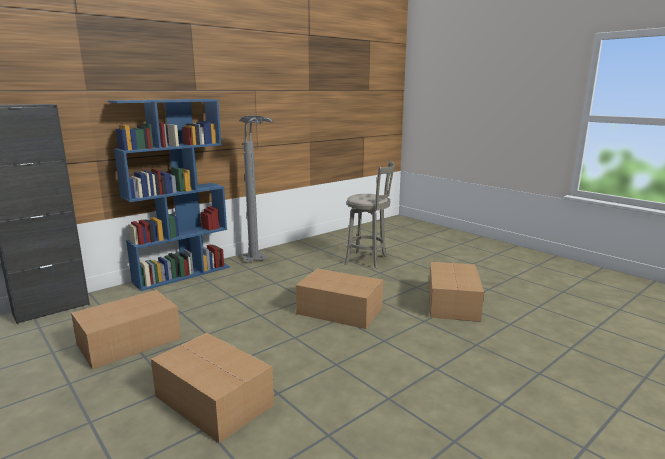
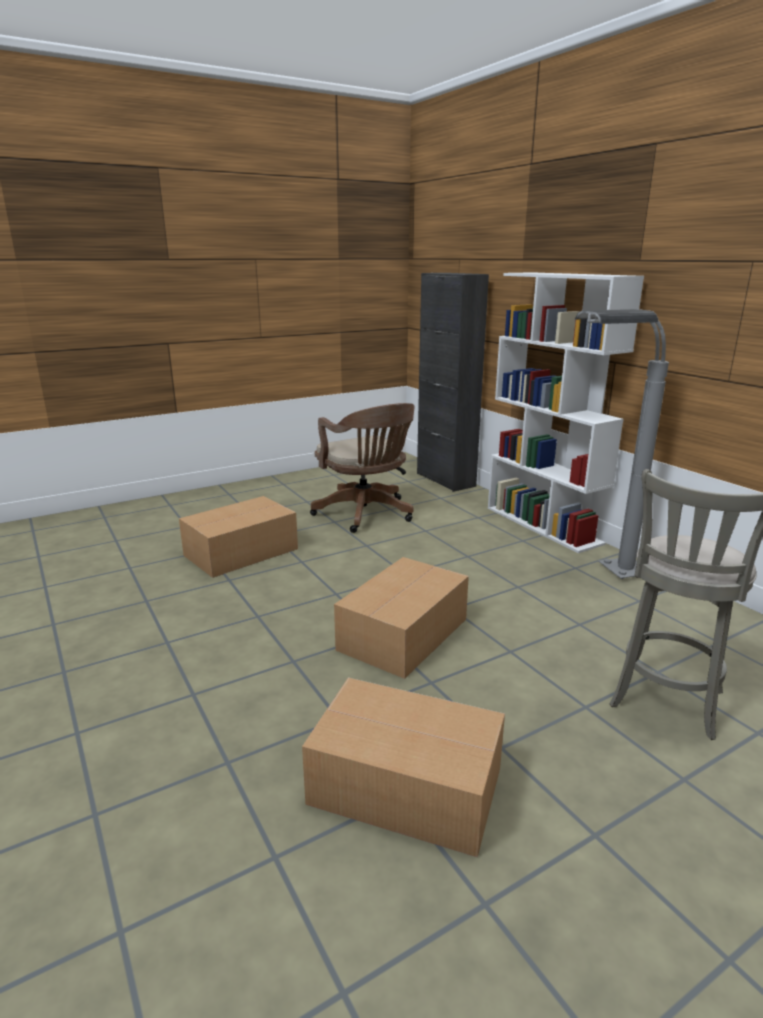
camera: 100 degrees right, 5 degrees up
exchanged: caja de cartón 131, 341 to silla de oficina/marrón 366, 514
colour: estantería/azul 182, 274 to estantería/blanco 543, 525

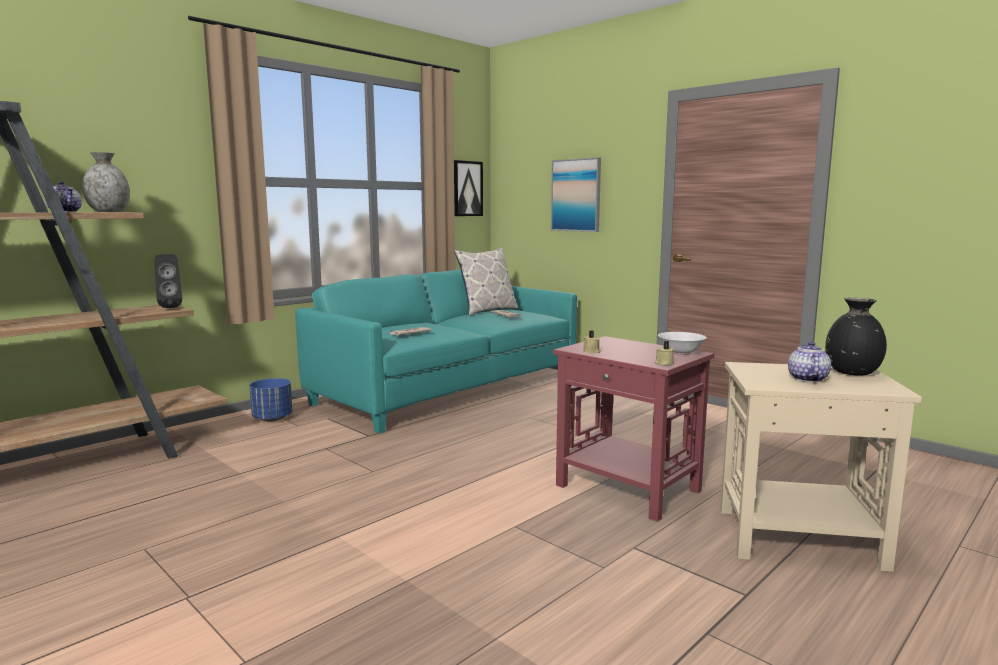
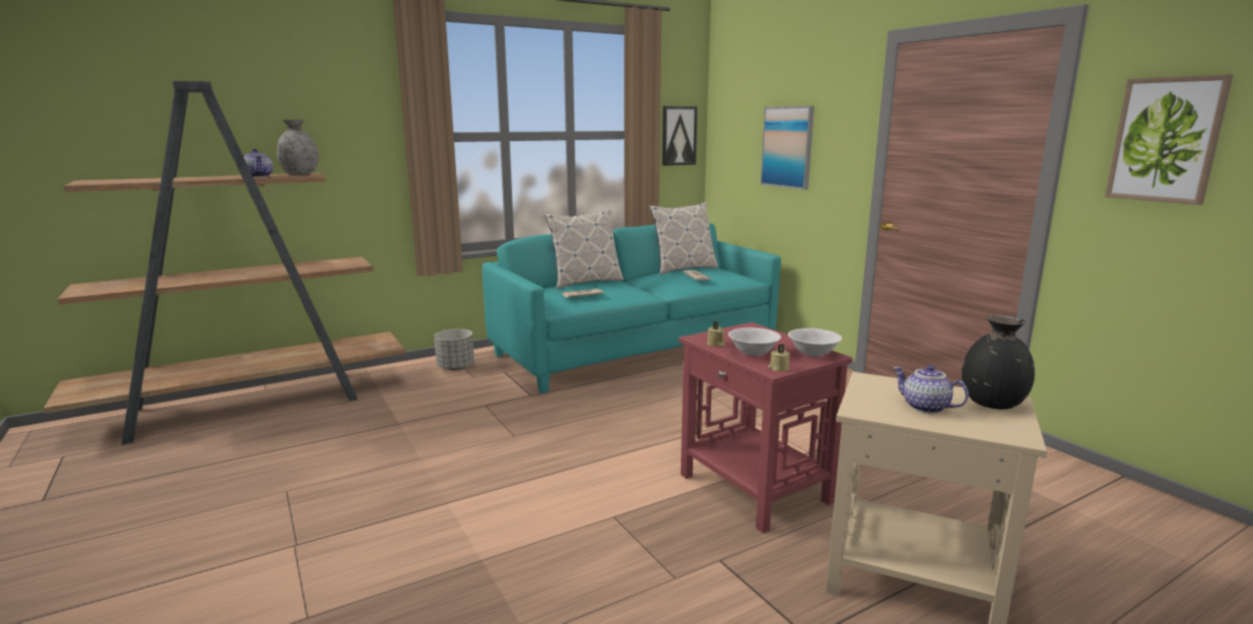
camera: 15 degrees right, 5 degrees up
missing: altavoz/negro 170, 307
appeared: cojín 585, 282; cuenco/blanco 753, 353; cuadro 1166, 140
colour: maceta/azul 273, 418 to maceta/gris 456, 367
spun: tetera 806, 379 = 924, 407 75 degrees counterclockwise

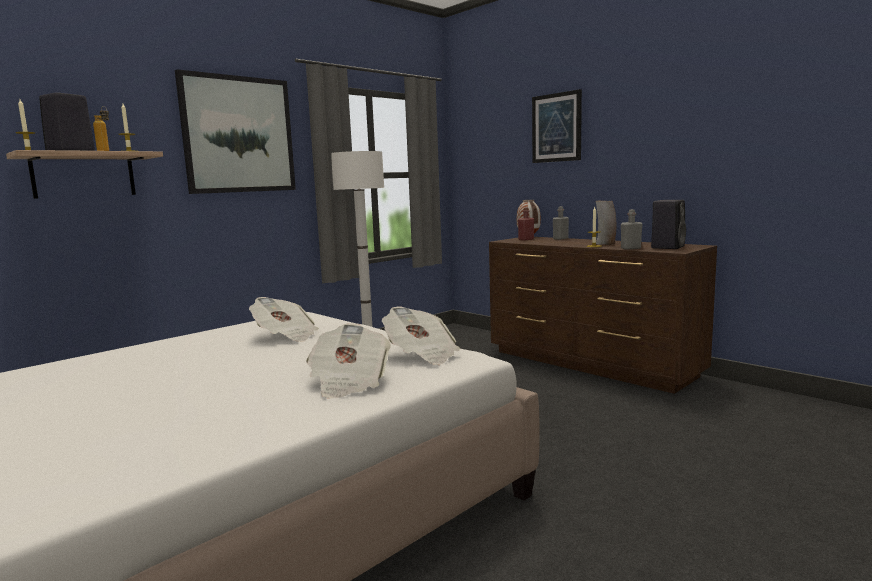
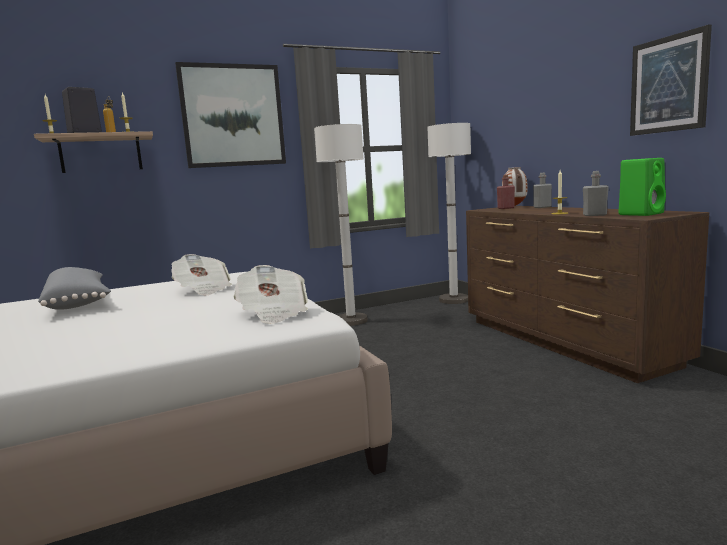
camera: 20 degrees right, 0 degrees up
missing: periódico 348, 382; florero 605, 244
appeared: cojín/gris 78, 303; lámpara de pie/blanco 454, 300
relocated: cuadro 556, 127 to 668, 84
colour: altavoz/negro 667, 247 to altavoz/verde 641, 214

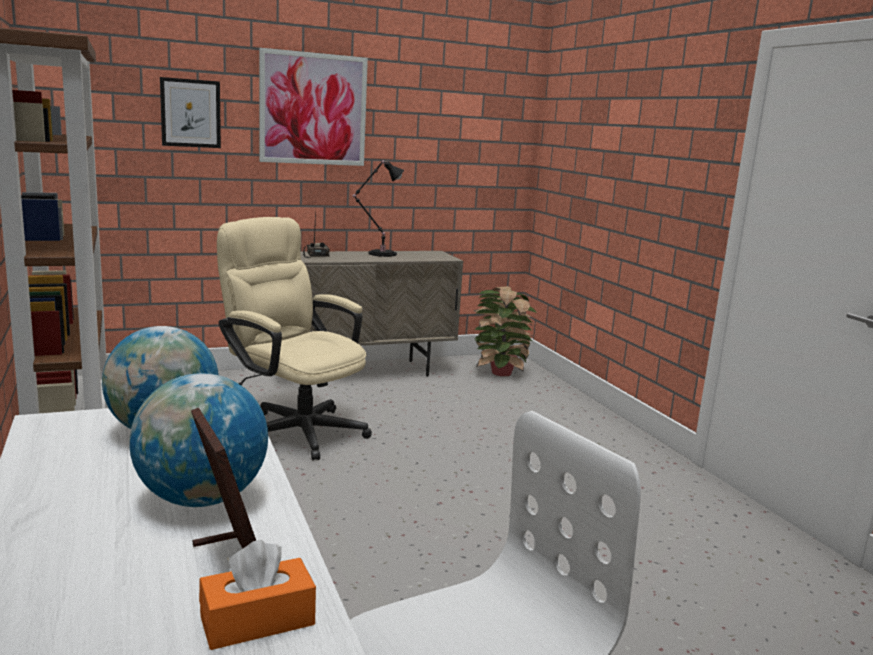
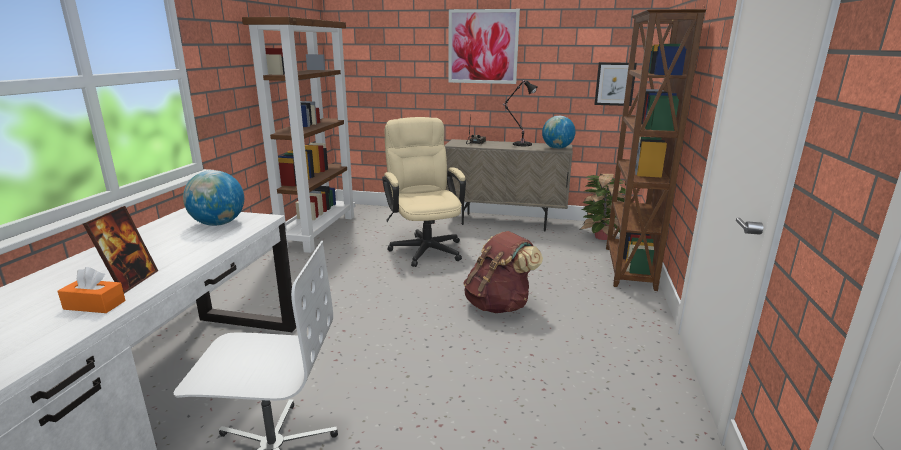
camera: 35 degrees right, 5 degrees up
appeared: mochila/marrón 499, 305; estantería/marrón 628, 268
relocated: globo terráqueo 201, 498 to 557, 148; cuadro 190, 113 to 615, 84

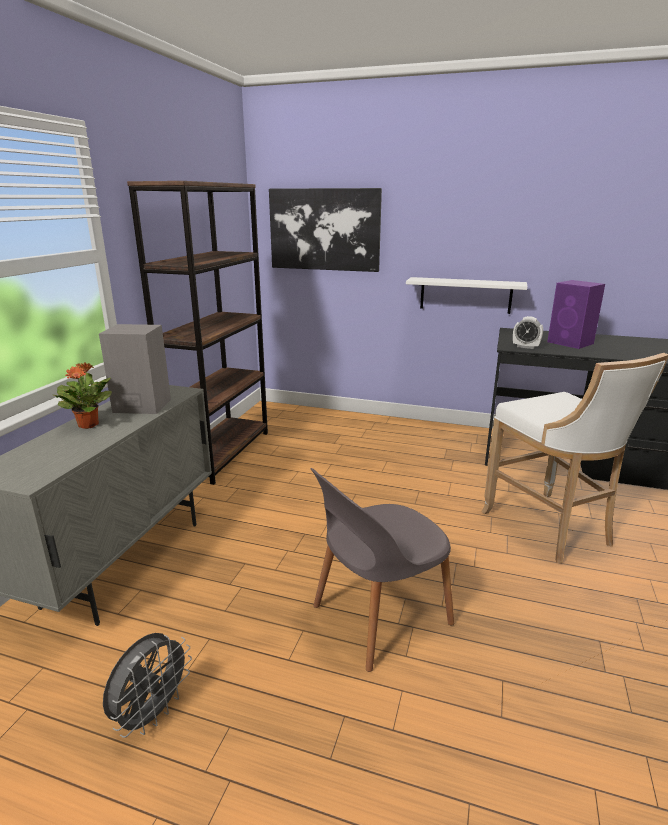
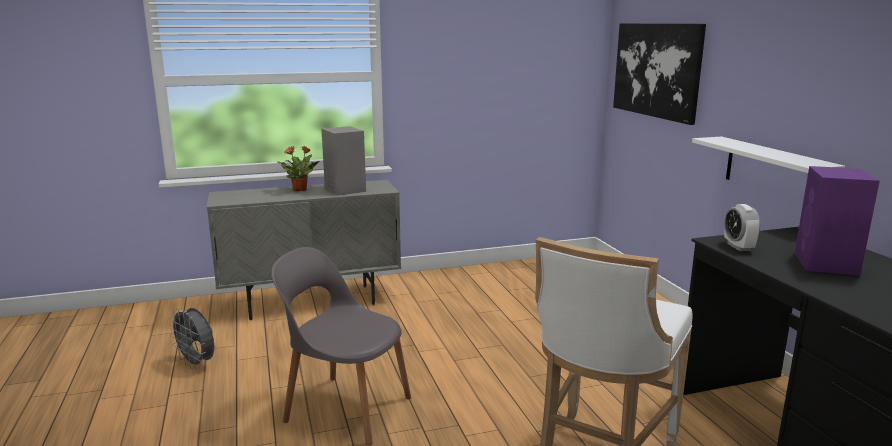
camera: 55 degrees right, 5 degrees down
missing: estantería/marrón 222, 453
spun: ventilador/gris 152, 713 = 197, 364 45 degrees clockwise

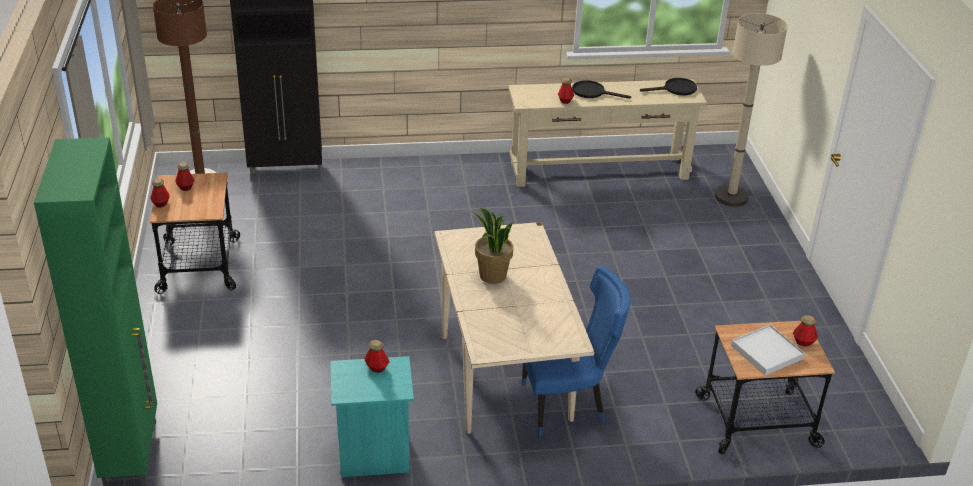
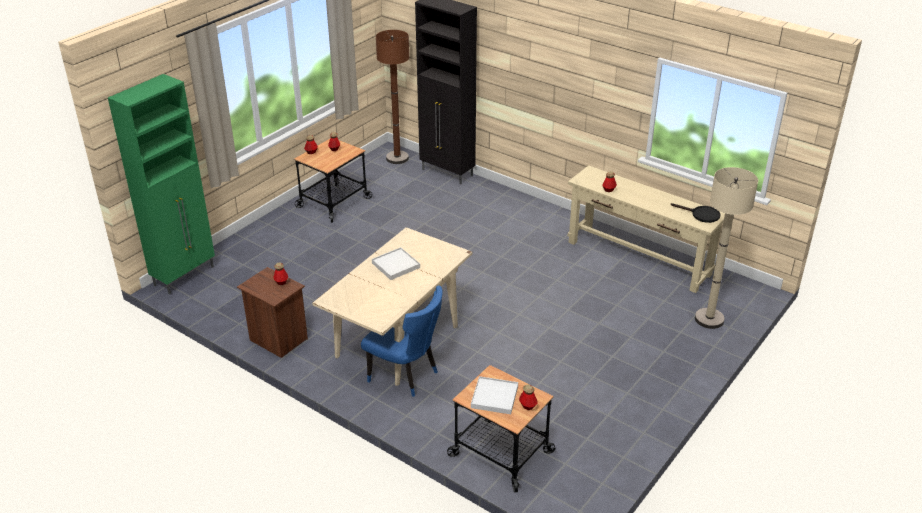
camera: 45 degrees right, 0 degrees up
missing: sartén/negro 593, 92
exchanged: planta en maceta 492, 276 to bandeja/blanco 395, 265
colour: mesita de noche/turquesa 374, 456 to mesita de noche/marrón 277, 340

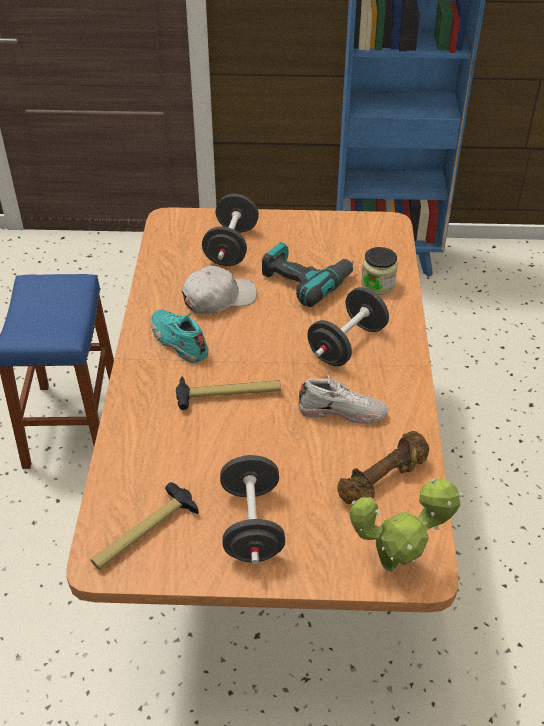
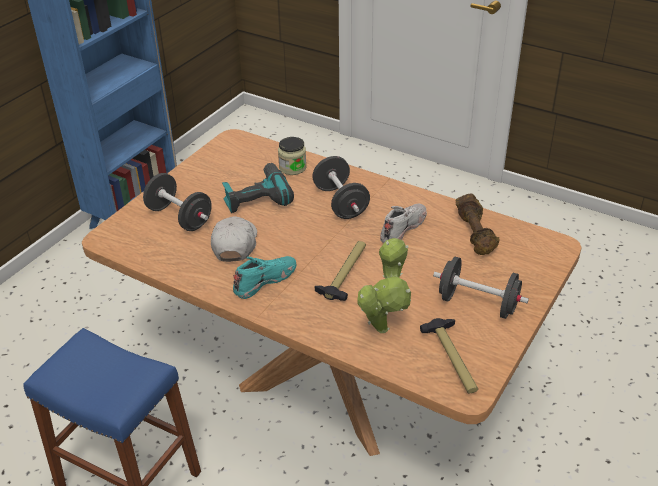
camera: 60 degrees left, 5 degrees down
relocated: planta en maceta 396, 563 to 383, 325
spun: zapato/turquesa 178, 341 = 264, 280 150 degrees clockwise

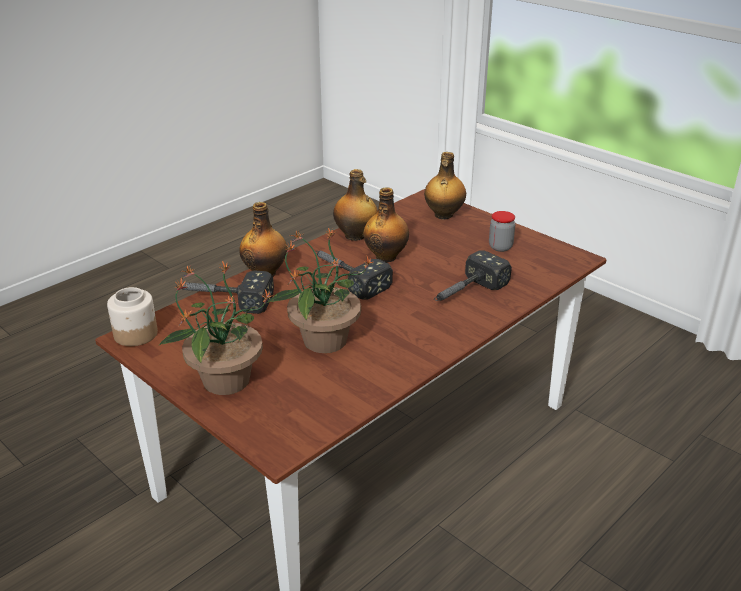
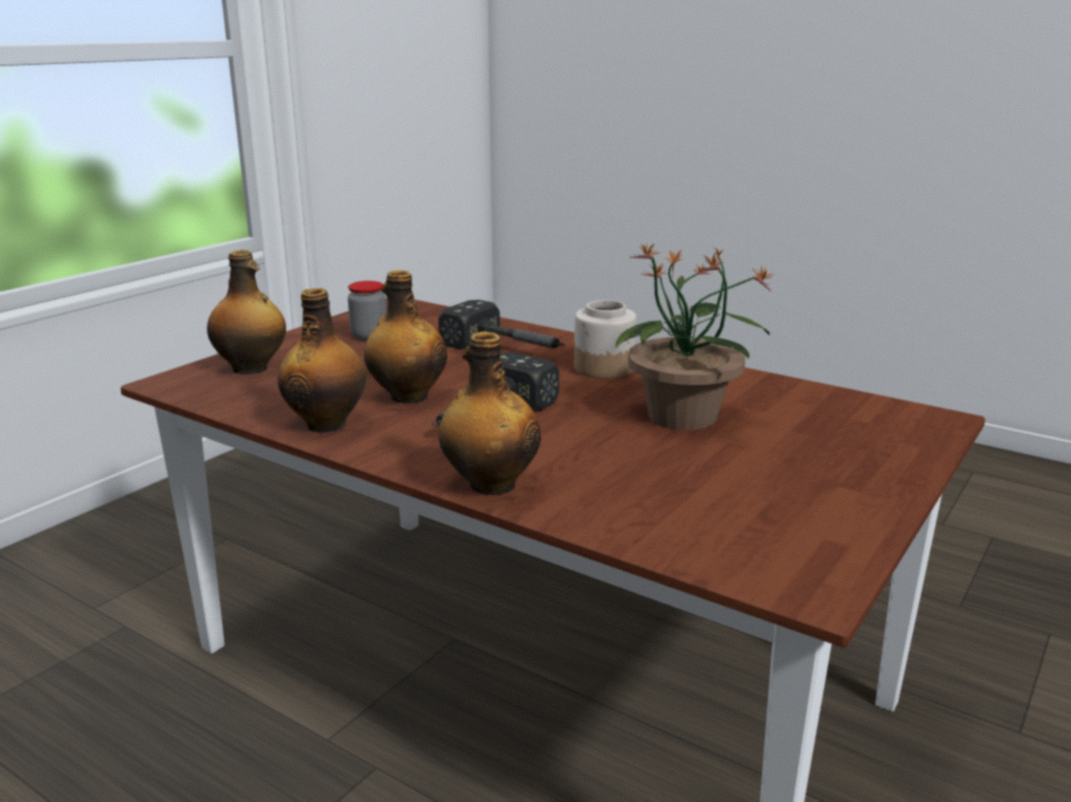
camera: 100 degrees left, 10 degrees down
missing: planta en maceta 224, 381; martillo 223, 300
relocated: tarro 135, 334 to 605, 368

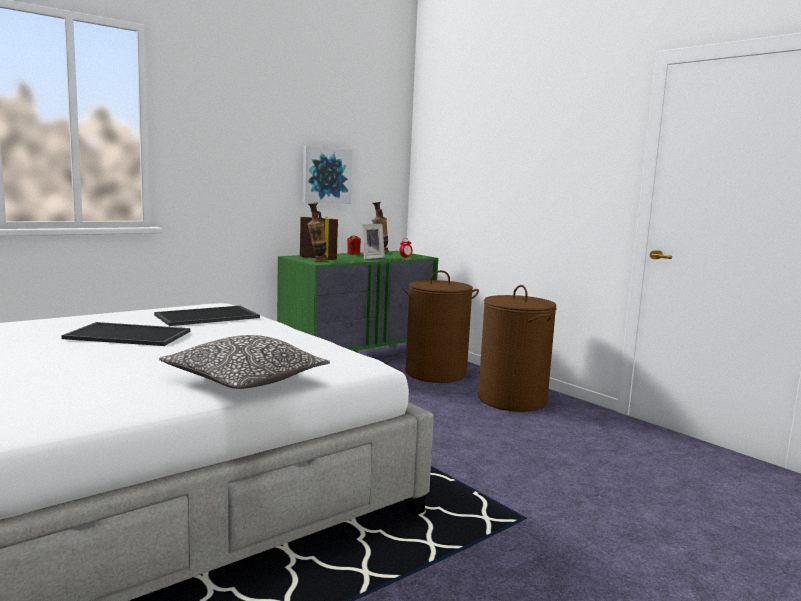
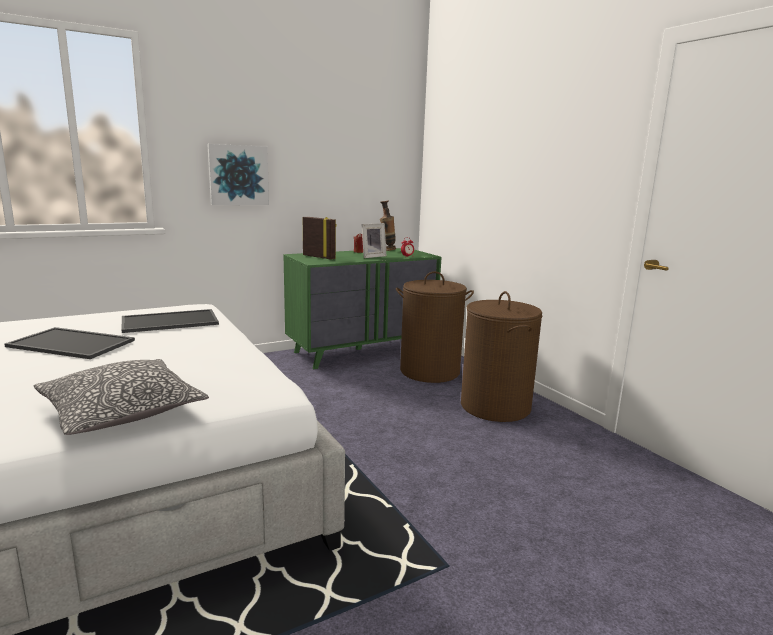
camera: 10 degrees right, 5 degrees up
missing: florero 316, 261
relocated: cuadro 326, 175 to 238, 175

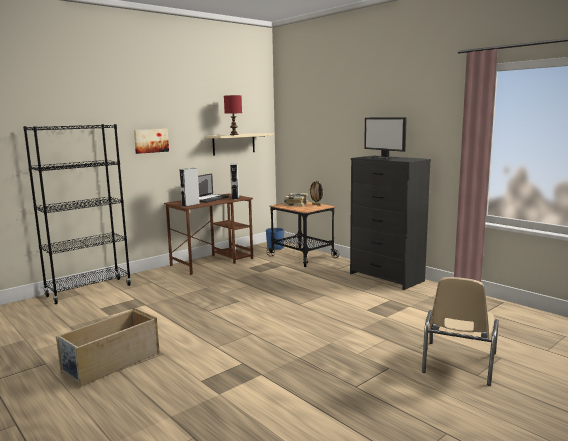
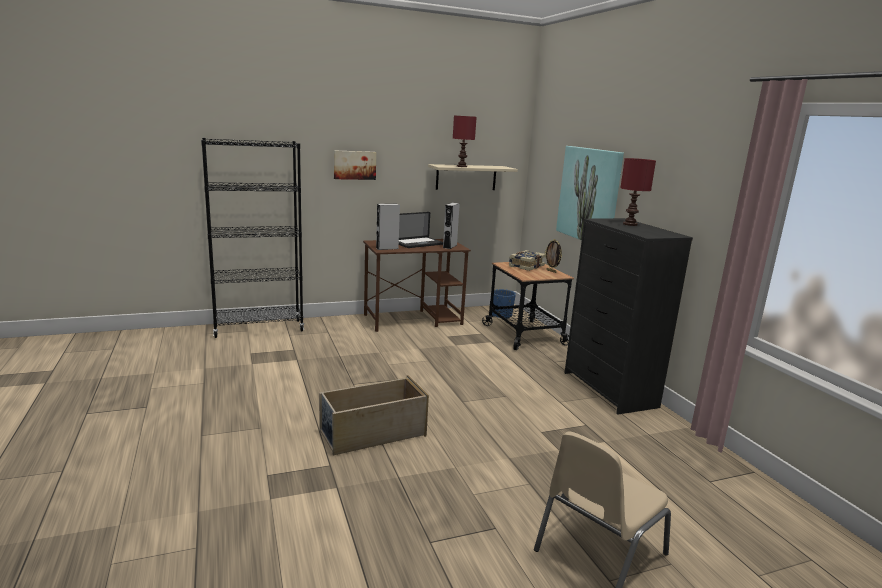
camera: 20 degrees right, 5 degrees up
appeared: cuadro 589, 195
relocated: caja de almacenaje/beis 110, 363 to 372, 434
exchanged: monitor 384, 157 to lámpara de mesa/rojo 630, 224

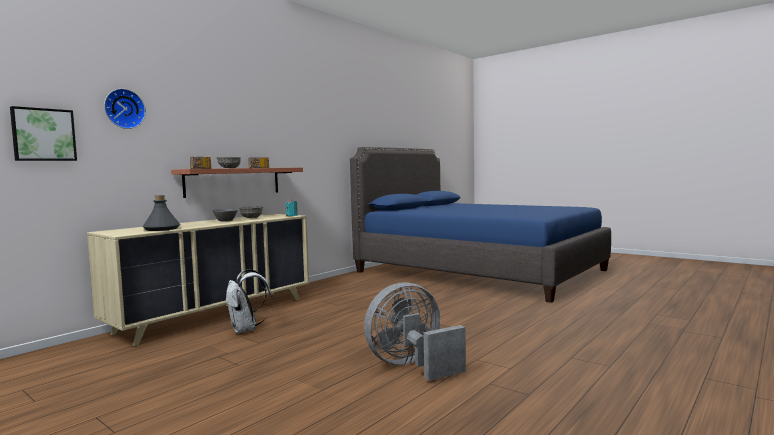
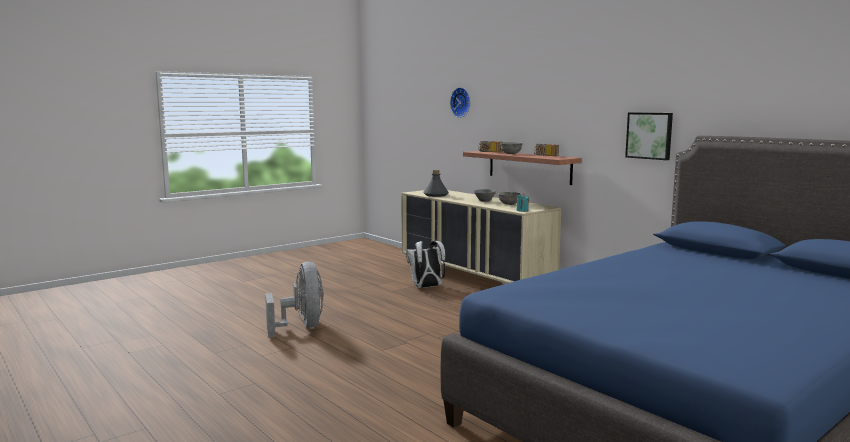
camera: 100 degrees right, 5 degrees up
relocated: cuadro 43, 135 to 649, 135

